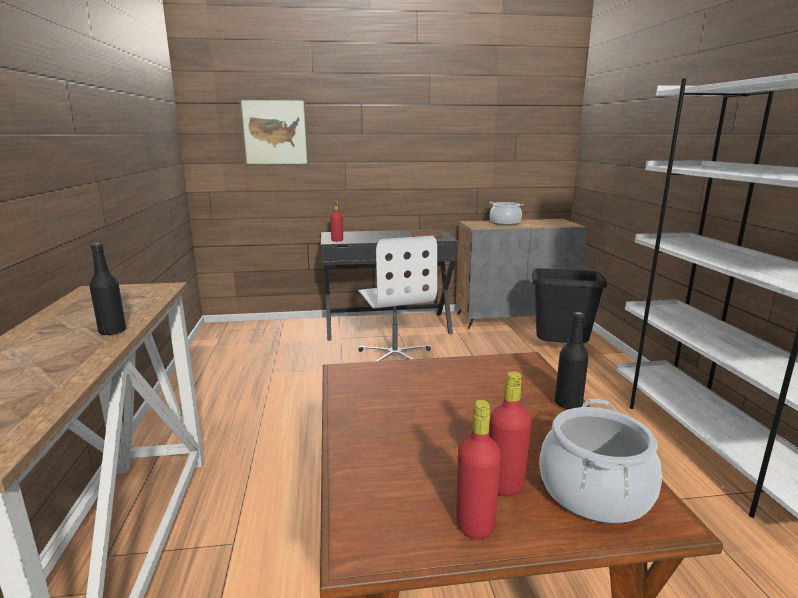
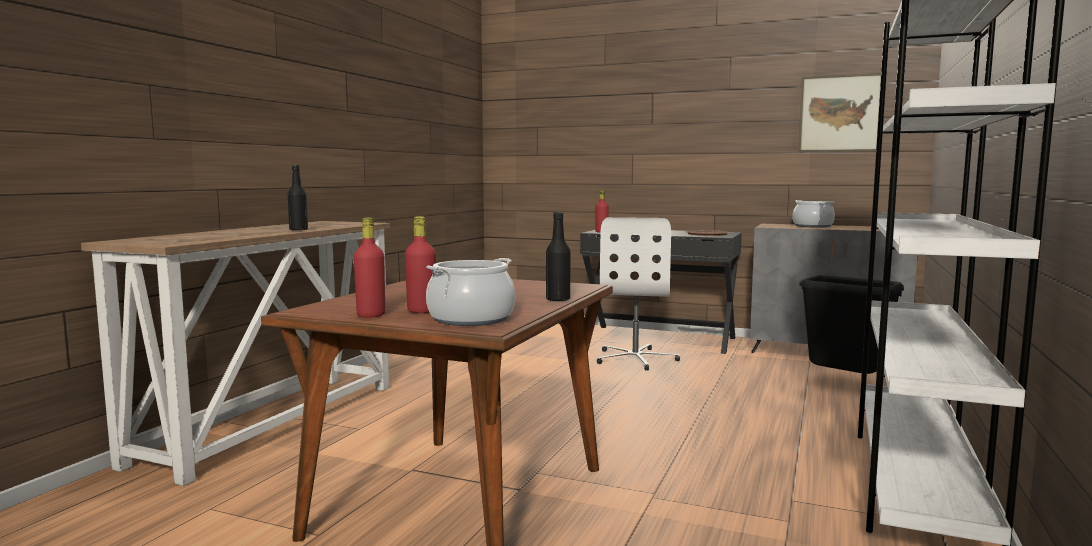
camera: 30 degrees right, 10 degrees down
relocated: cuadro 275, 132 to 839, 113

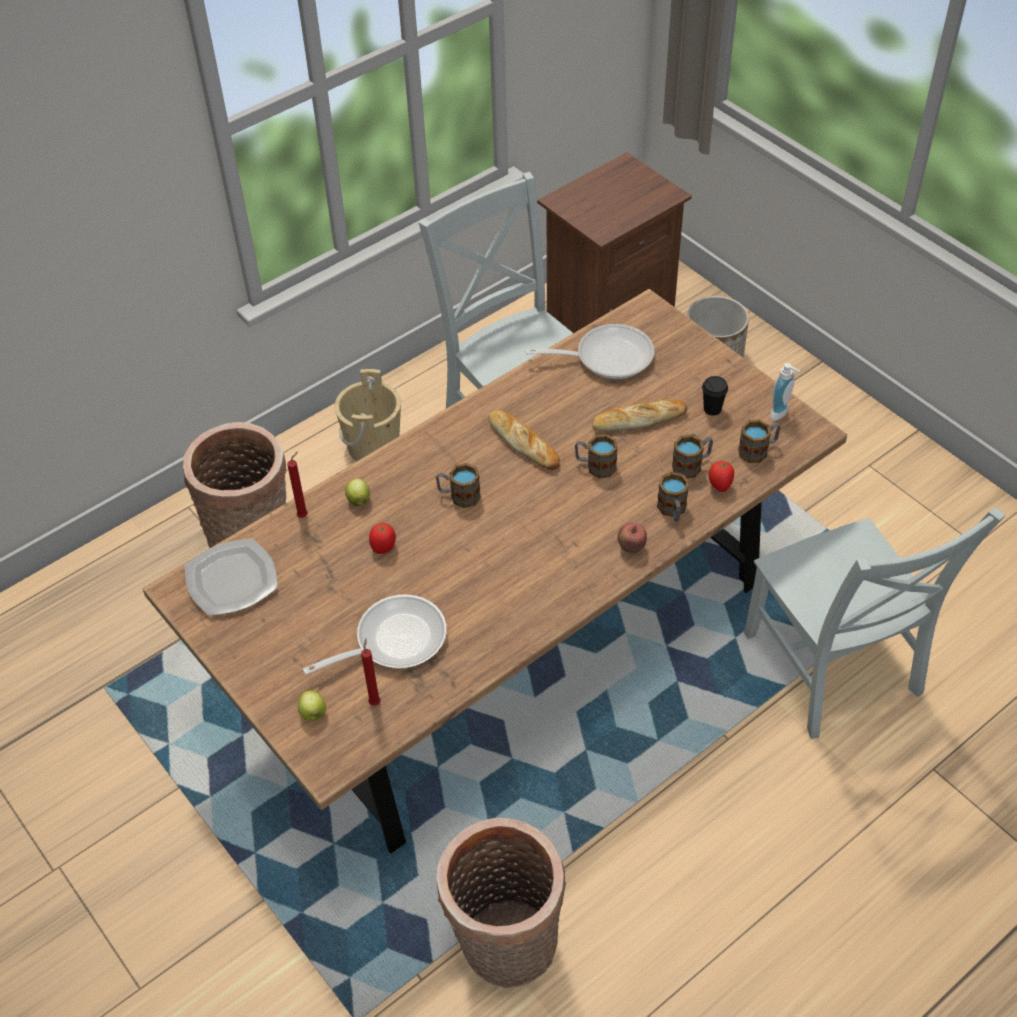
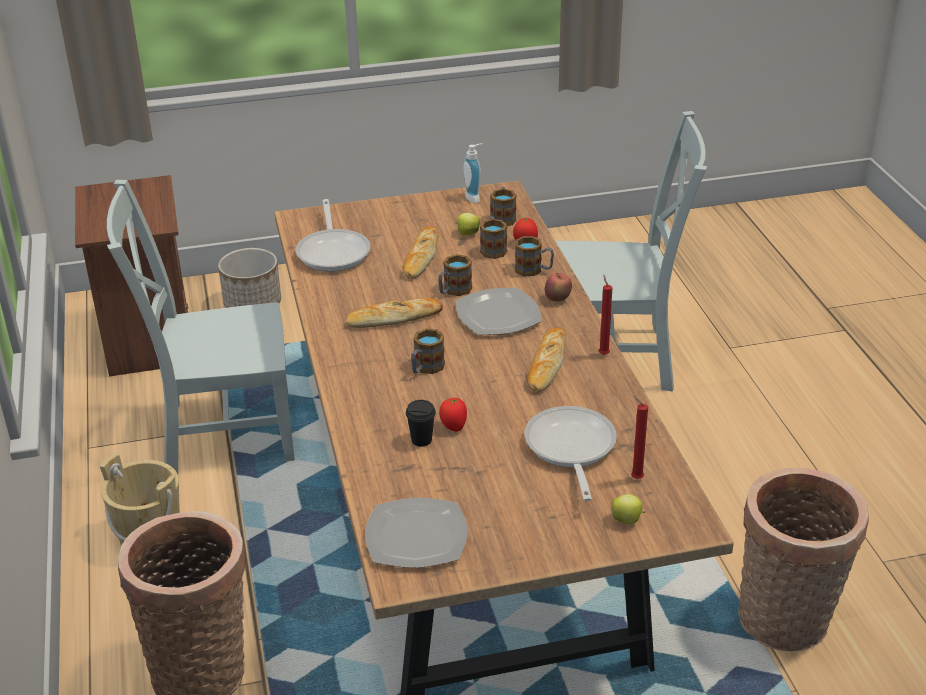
camera: 65 degrees left, 15 degrees down
appeared: plato 498, 314; pan 546, 364
relocated: taza/negro 712, 409 to 421, 440; manzana 358, 500 to 467, 233; vela/rojo 304, 515 to 603, 353
spun: sartén 607, 357 = 333, 251 150 degrees clockwise

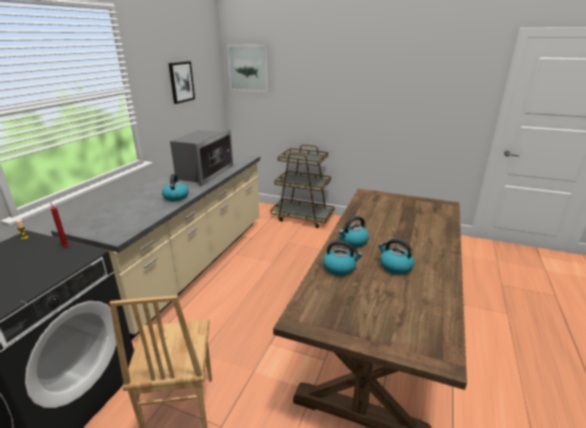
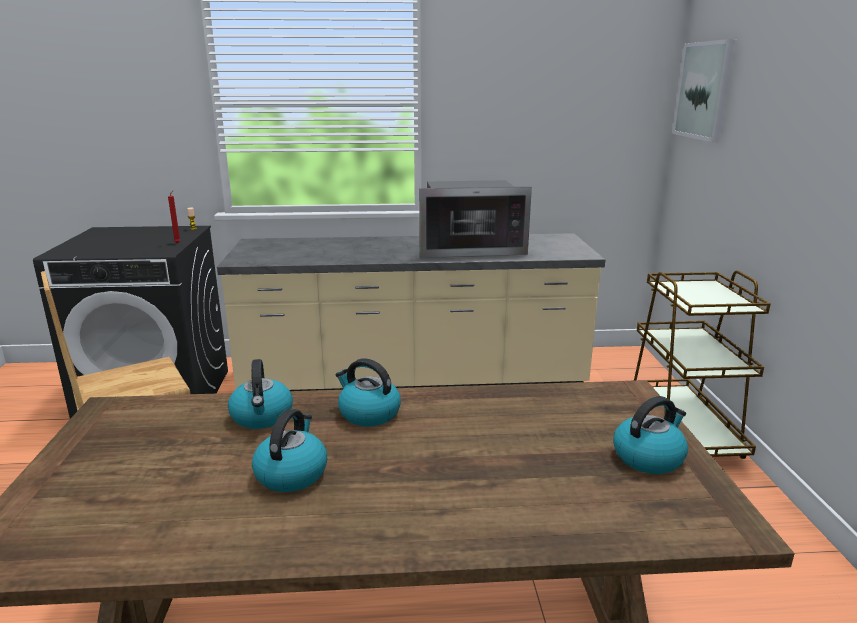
camera: 65 degrees right, 5 degrees down
missing: cuadro 181, 82
relocated: hervidor 176, 197 to 648, 457

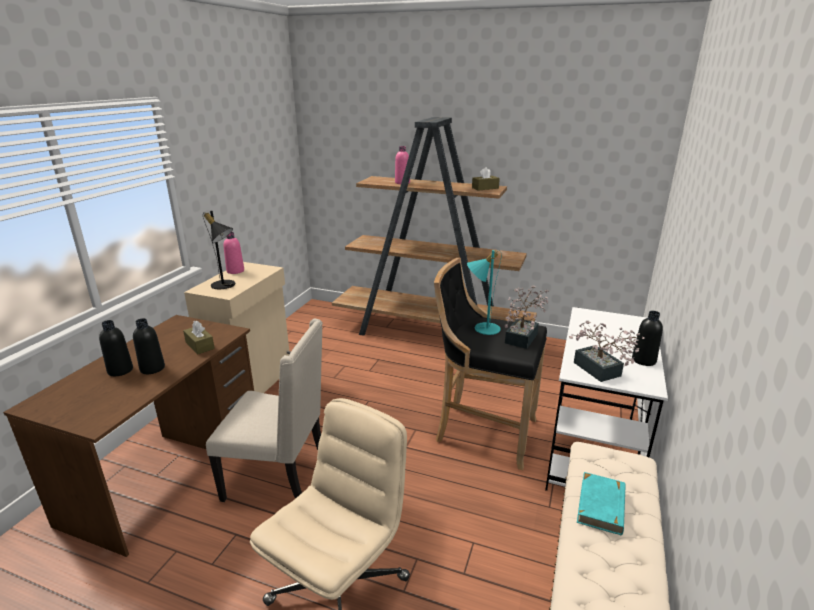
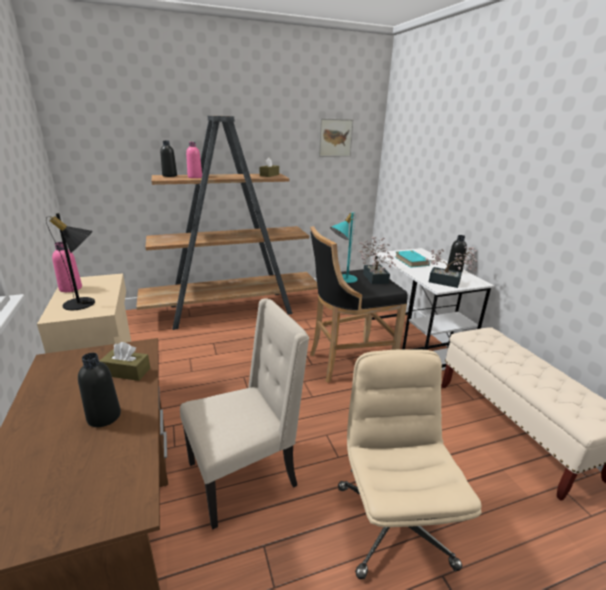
camera: 40 degrees left, 0 degrees up
appeared: cuadro 335, 138
relocated: botella/negro 120, 370 to 169, 176; libro/turquesa 601, 506 to 411, 261

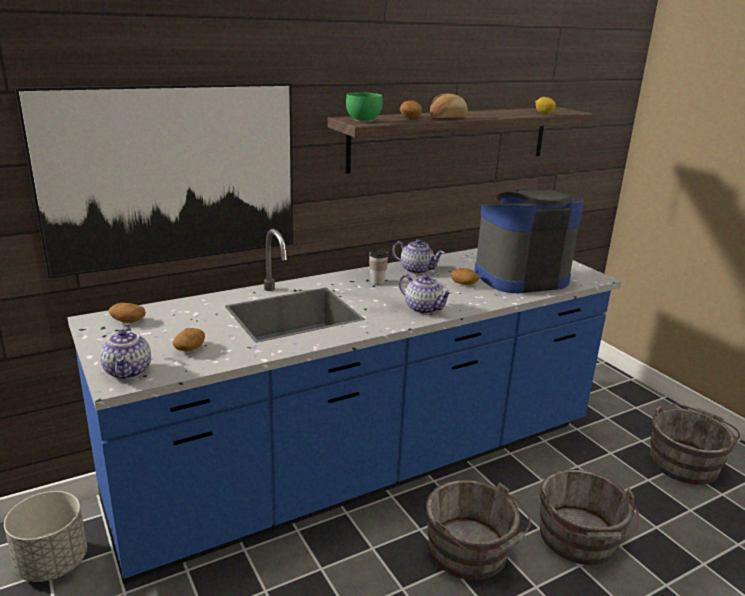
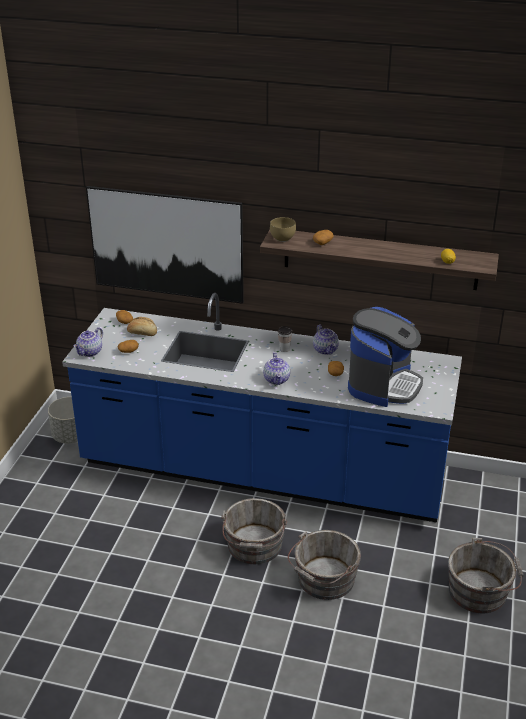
camera: 45 degrees right, 10 degrees up
relocated: pan 447, 118 to 142, 333
colour: cuenco/verde 362, 120 to cuenco/marrón 281, 238
spun: cafetera 520, 277 = 383, 385 90 degrees clockwise

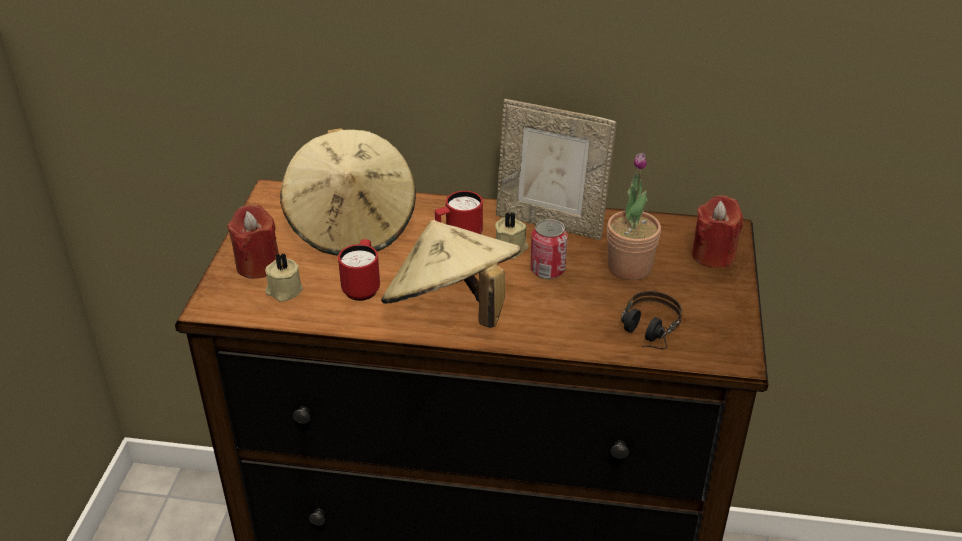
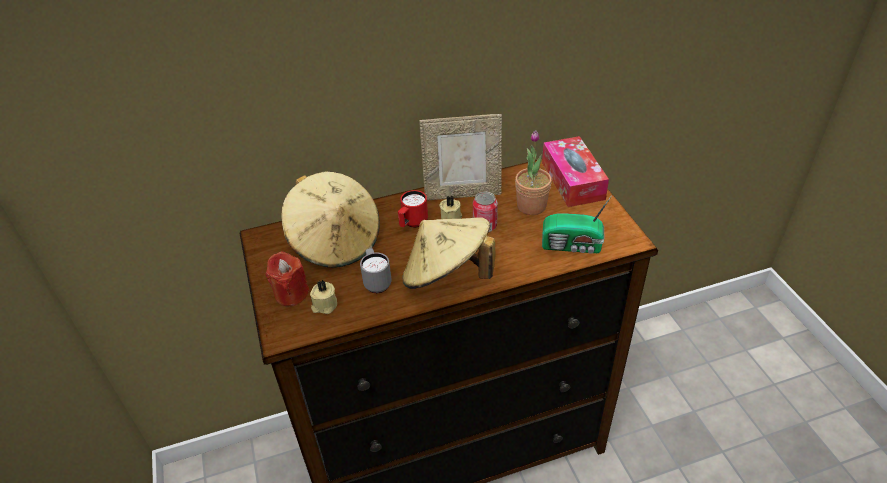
camera: 25 degrees left, 5 degrees up
exchanged: vela/rojo 713, 255 to caja de pañuelos 572, 180; auriculares 646, 334 to radio 573, 246
colour: taza grande/rojo 362, 287 to taza grande/gris 376, 282

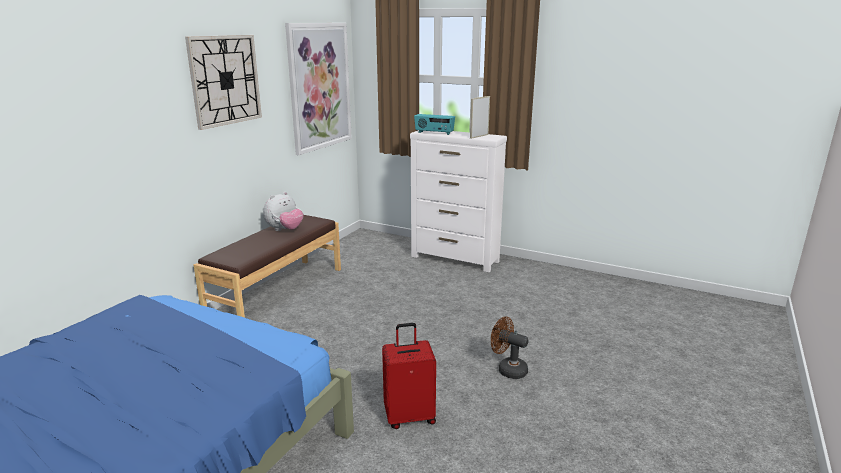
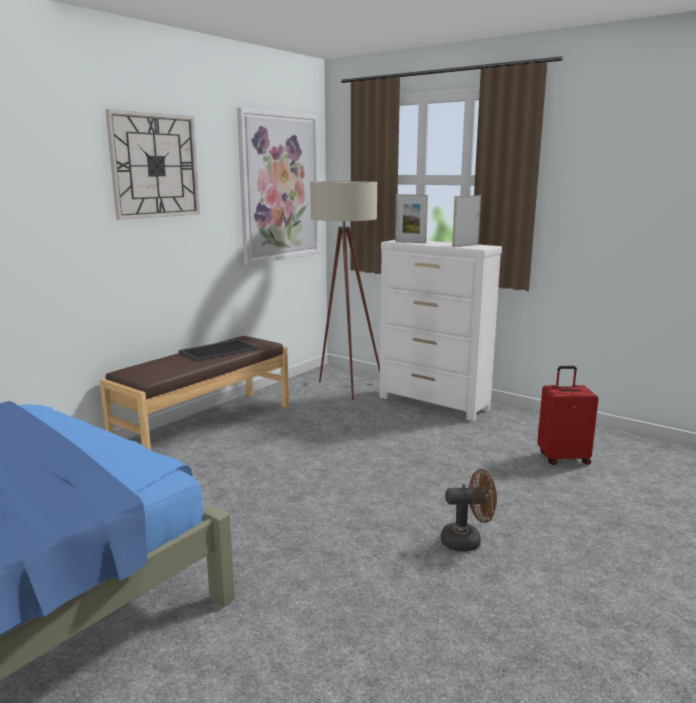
camera: 10 degrees right, 5 degrees down
appeared: lámpara de pie/beis 344, 386
relocated: maleta/rojo 409, 416 to 563, 458
exchanged: peluche 285, 230 to bandeja 219, 350; radio 434, 133 to portarretratos 410, 242
spun: ventilador/marrón 508, 369 = 467, 541 135 degrees clockwise

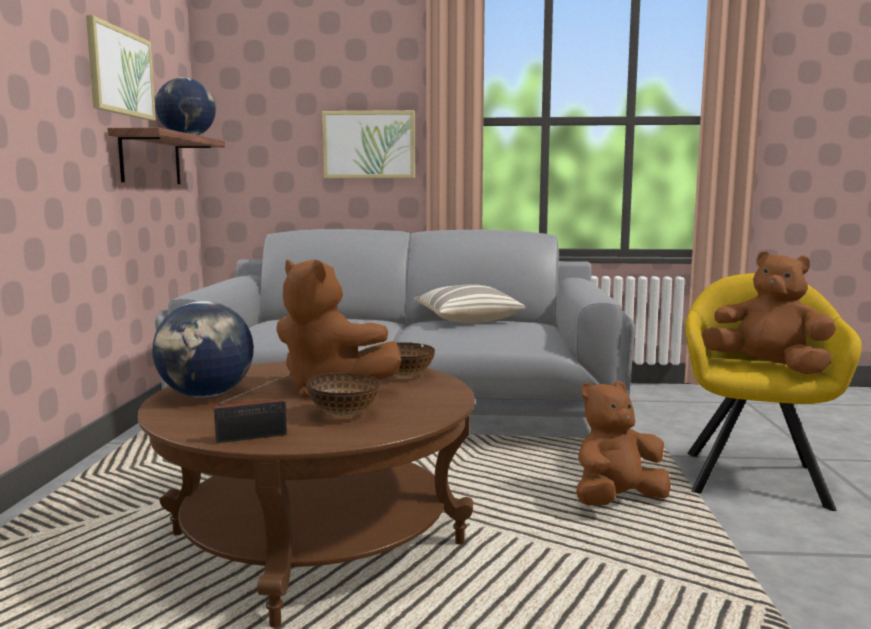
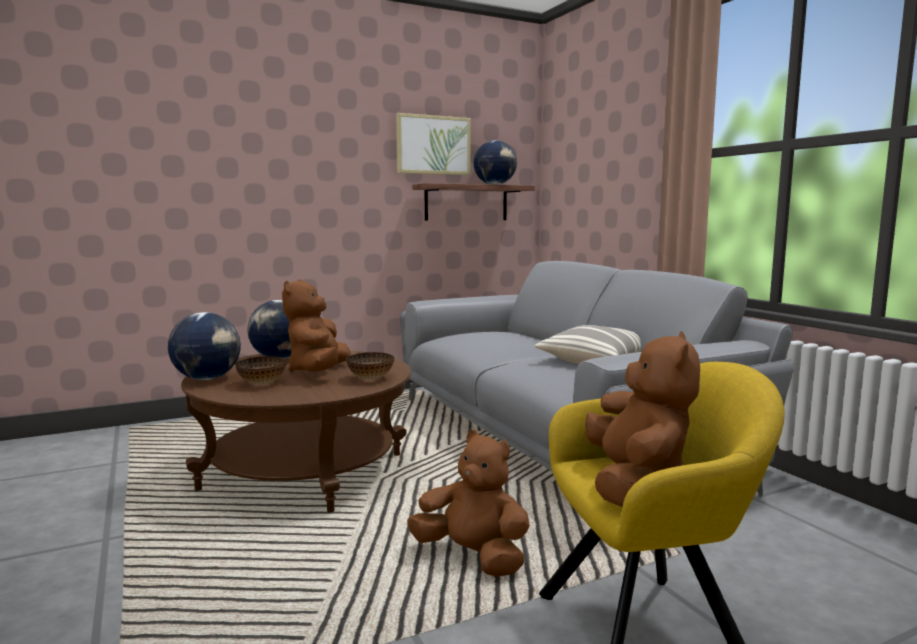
camera: 60 degrees right, 0 degrees up
missing: cuadro 369, 145
exchanged: radio 255, 437 to globo terráqueo 207, 379

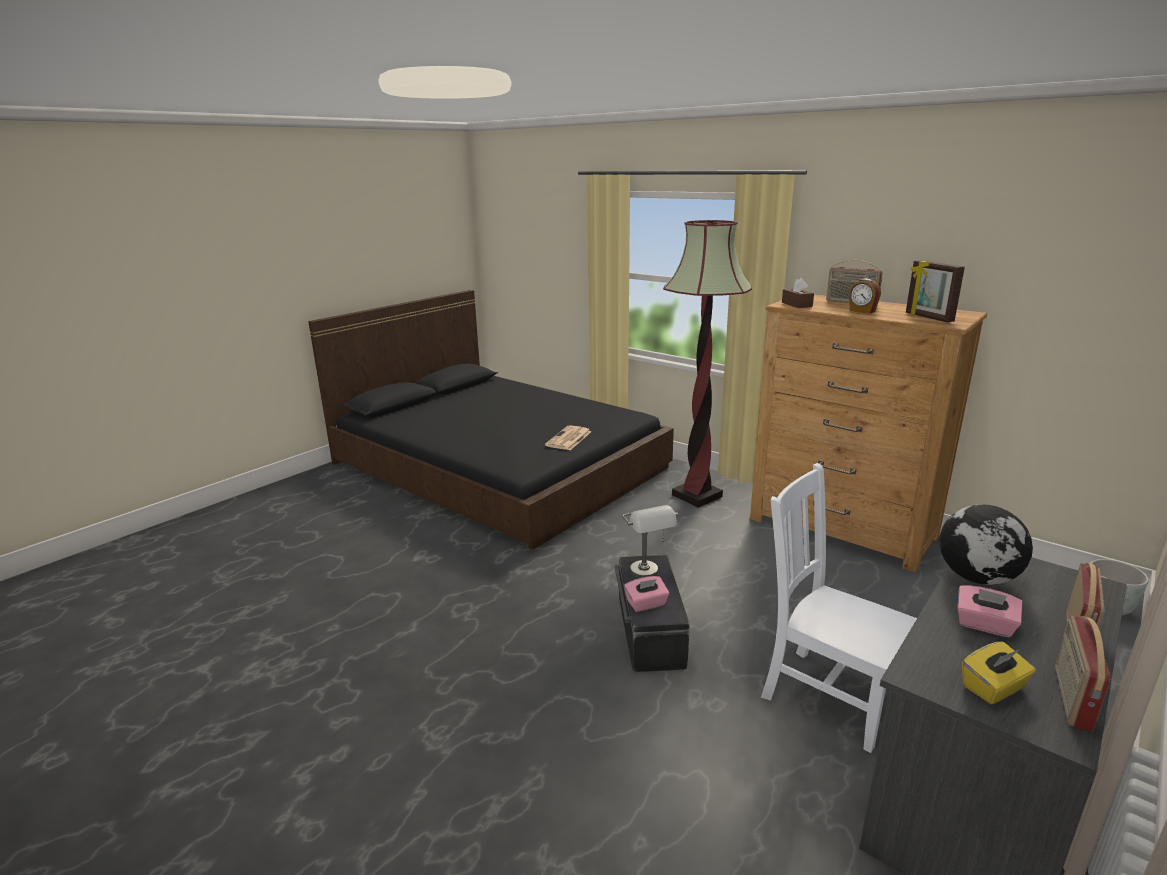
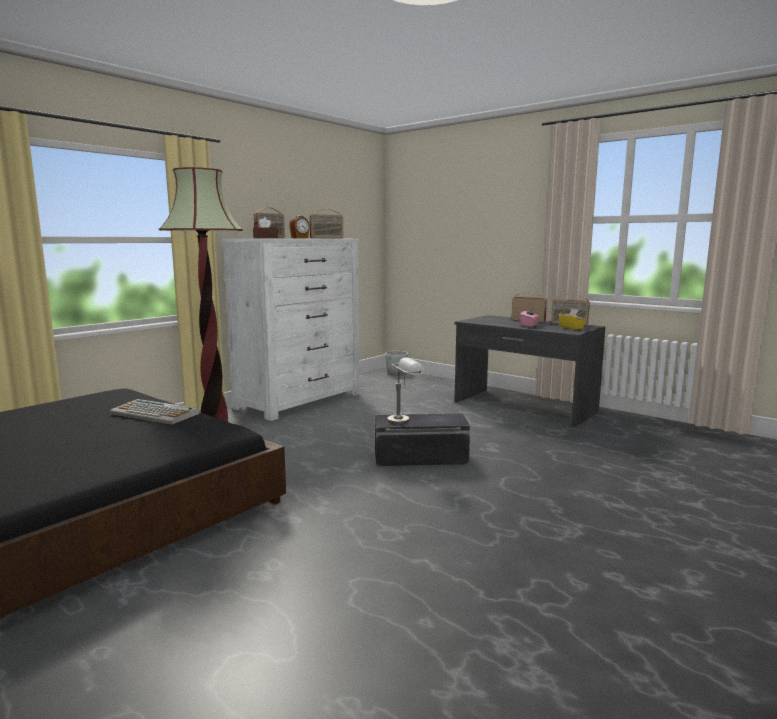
camera: 90 degrees left, 10 degrees down
missing: caja de pañuelos/rosa 646, 604; silla/blanco 826, 694; globo terráqueo 977, 578
exchanged: periódico 568, 439 to teclado 155, 413; portarretratos 928, 318 to radio 327, 238
colour: cómoda/marrón 842, 528 to cómoda/blanco 299, 401

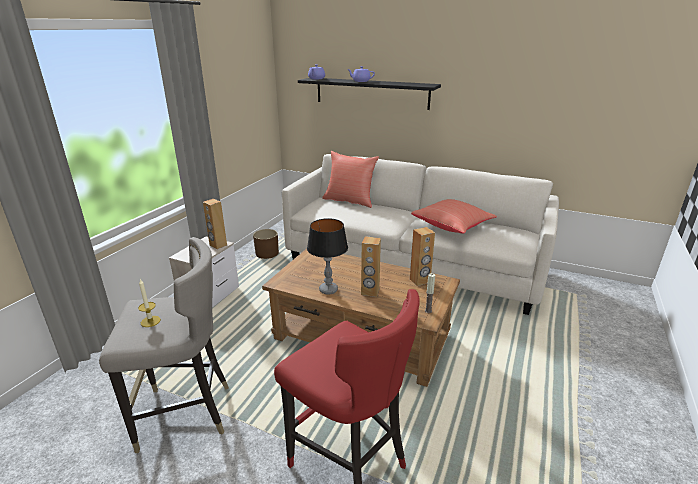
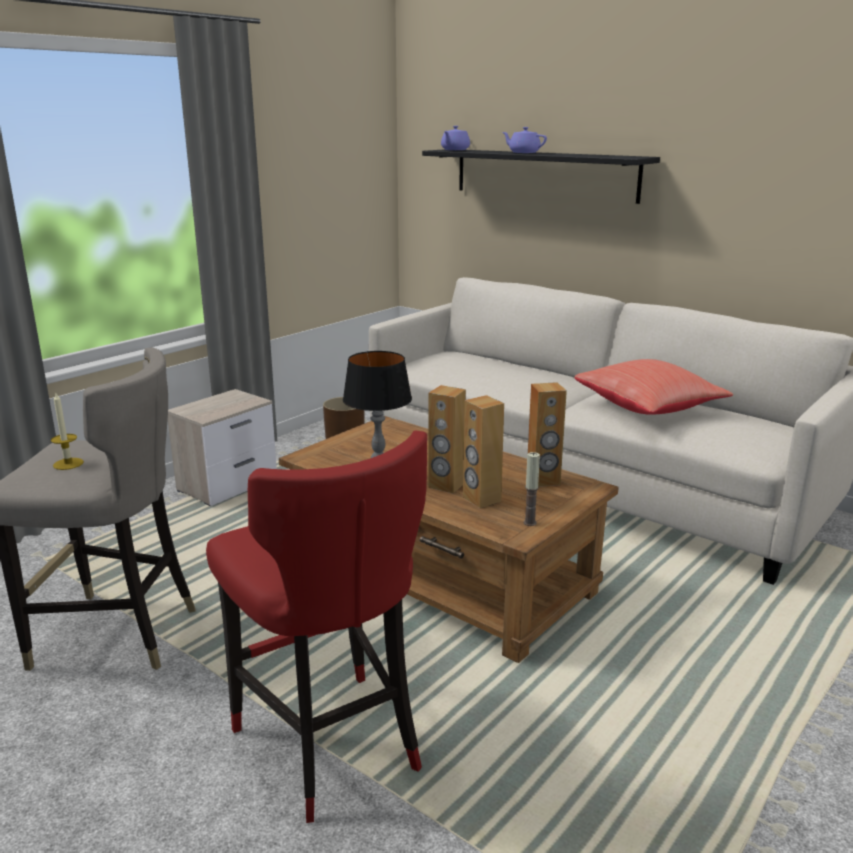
camera: 15 degrees right, 5 degrees down
missing: cojín/rojo 349, 200
relocated: altavoz/marrón 218, 245 to 481, 499

